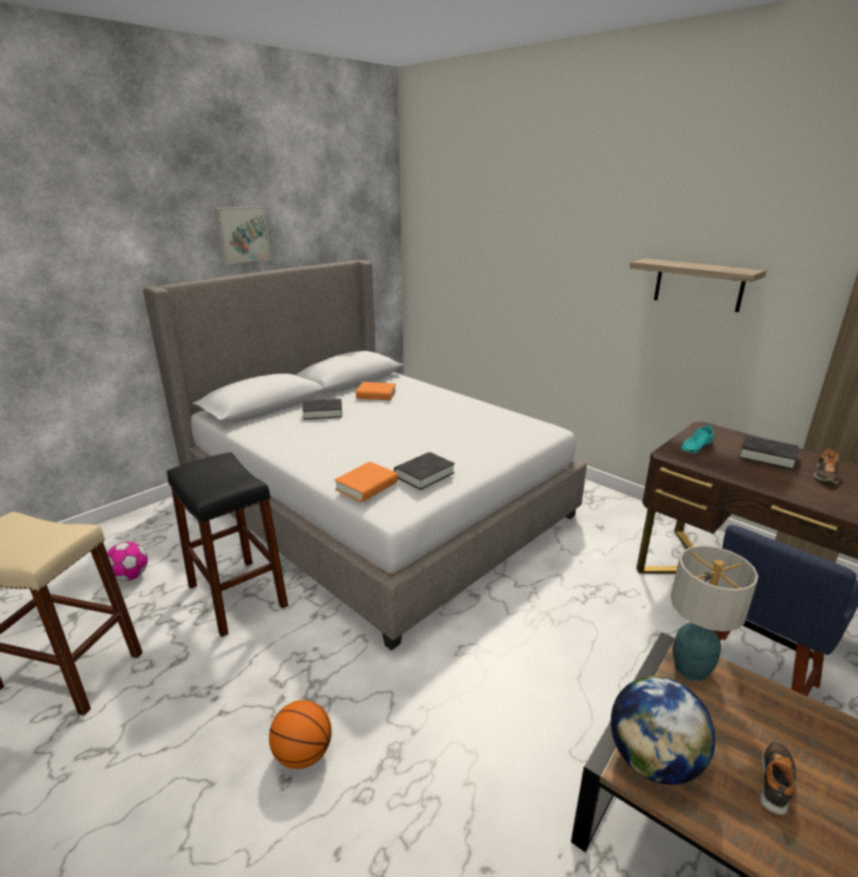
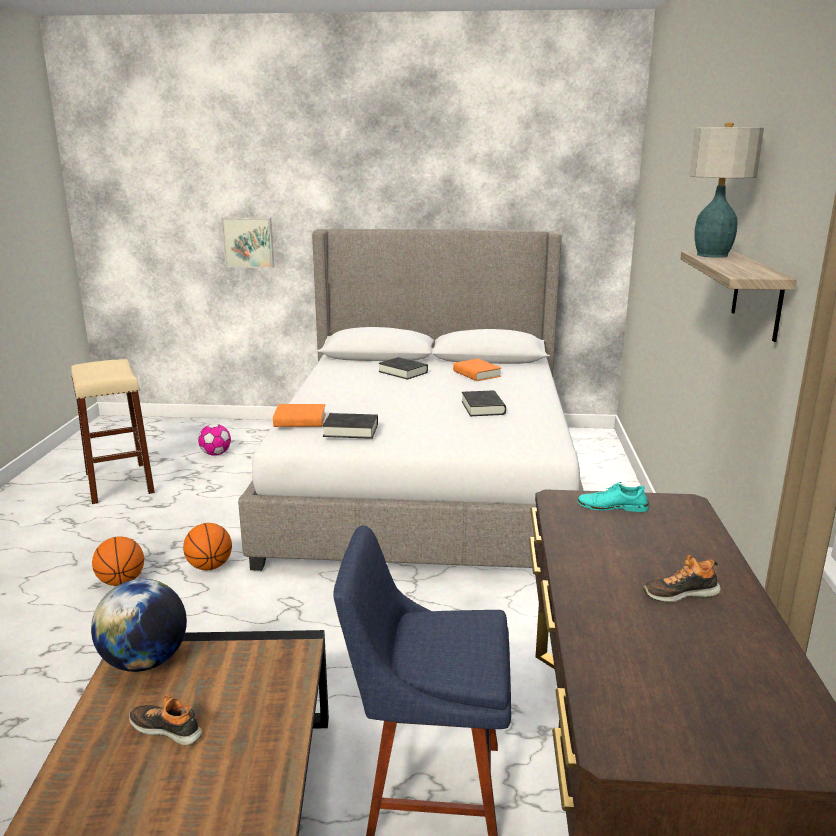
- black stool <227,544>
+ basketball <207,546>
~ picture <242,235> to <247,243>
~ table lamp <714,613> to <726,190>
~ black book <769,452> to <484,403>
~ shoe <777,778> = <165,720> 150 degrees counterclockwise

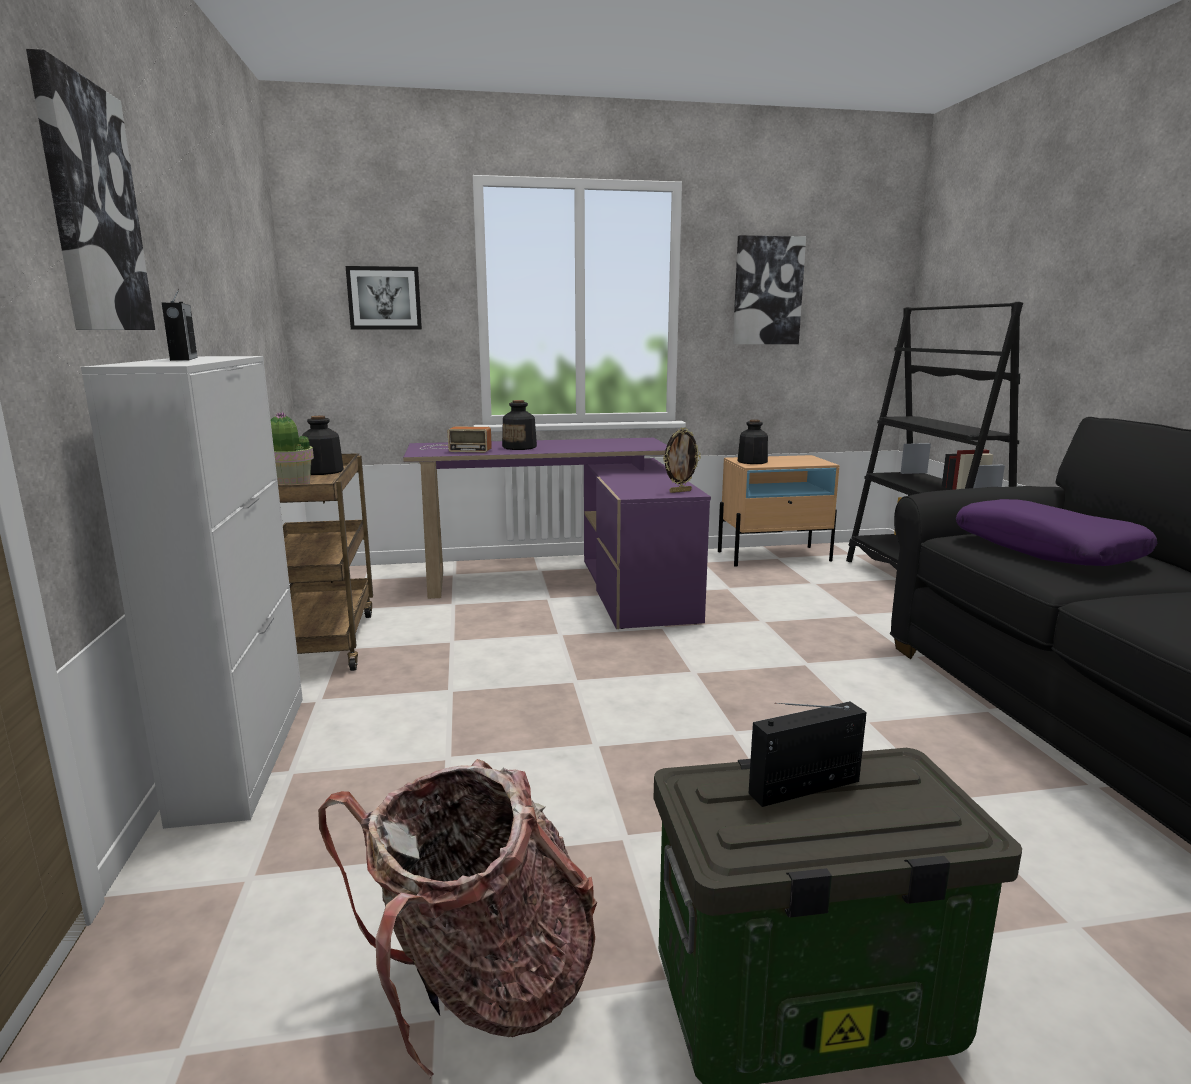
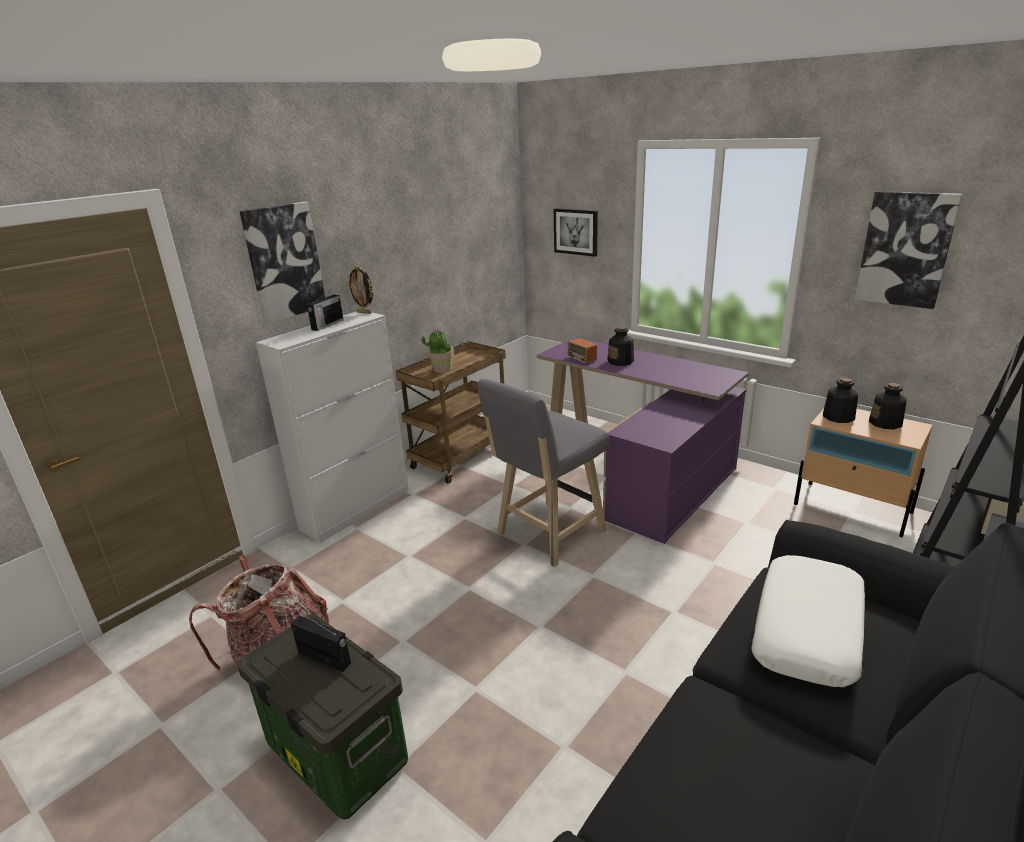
+ grey stool <543,473>
~ bottle <323,445> to <888,406>
~ picture frame <682,460> to <360,290>
~ purple pillow <1056,532> to white pillow <808,621>

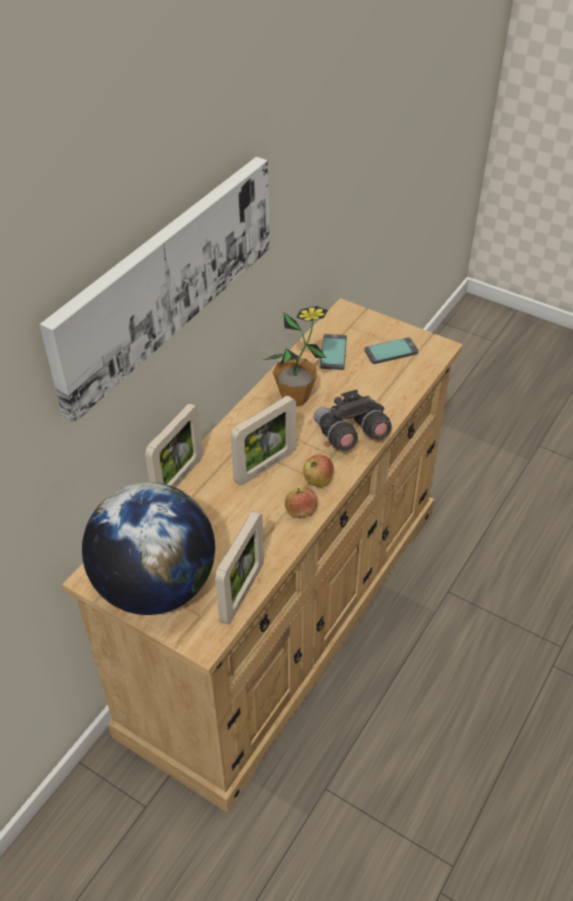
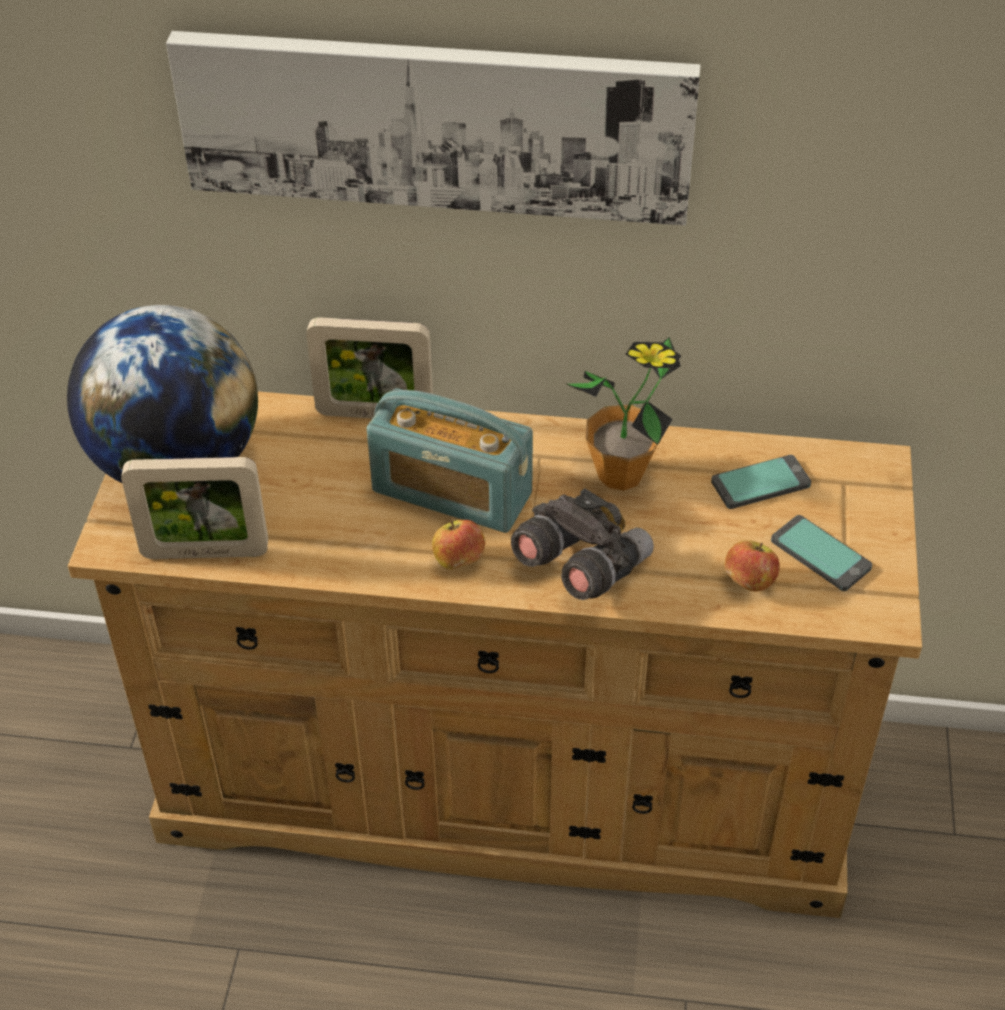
~ apple <301,503> to <752,566>
~ picture frame <263,441> to radio <450,460>

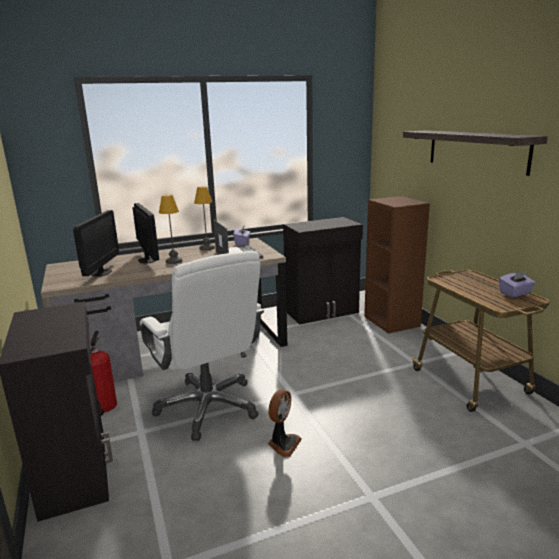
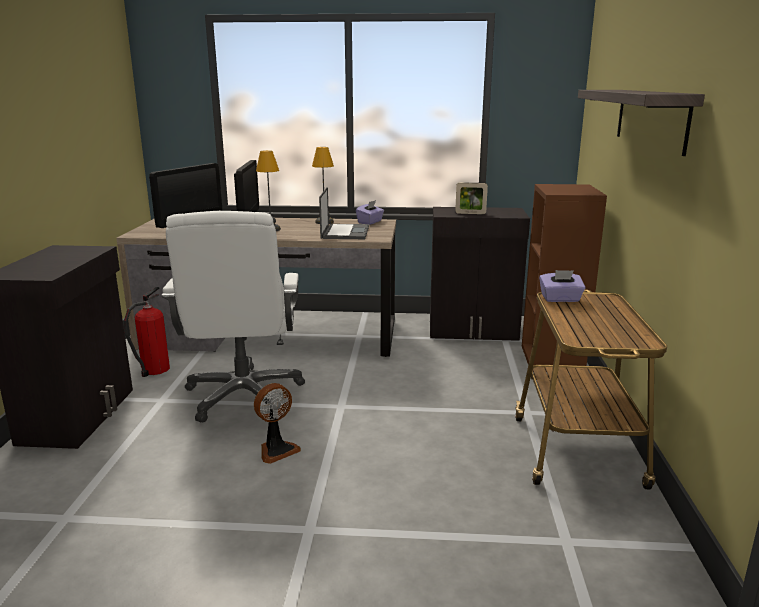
+ picture frame <471,198>
~ purple tissue box <517,284> to <562,286>

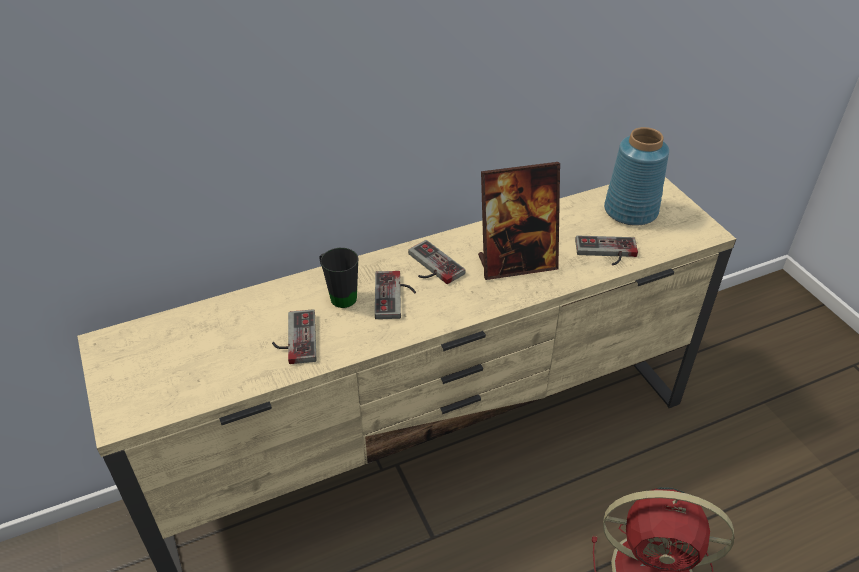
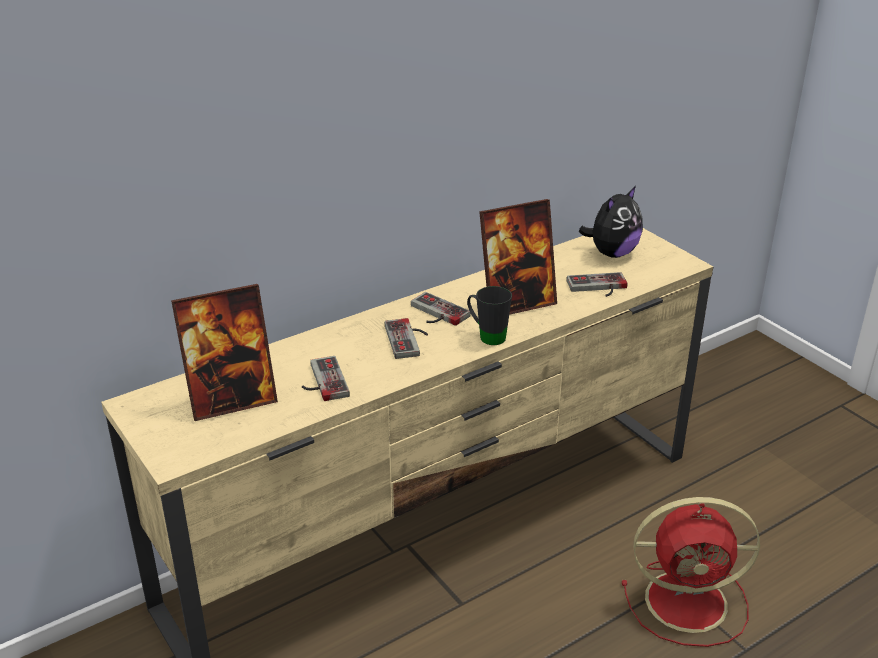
+ picture frame <224,352>
~ black mug <338,278> to <489,315>
~ blue vase <636,176> to plush toy <611,222>

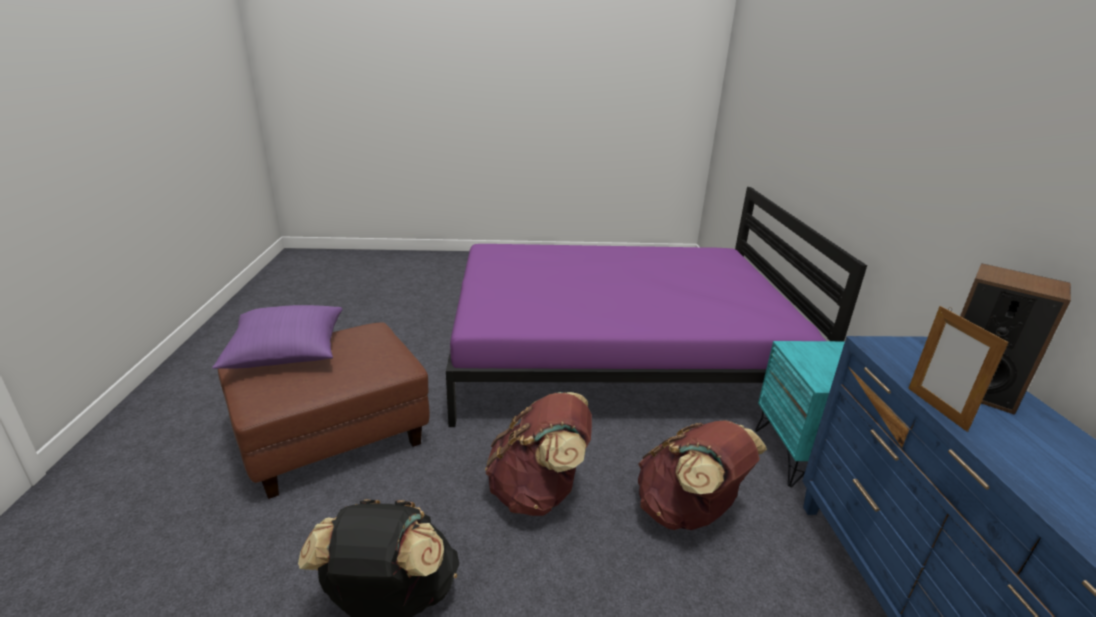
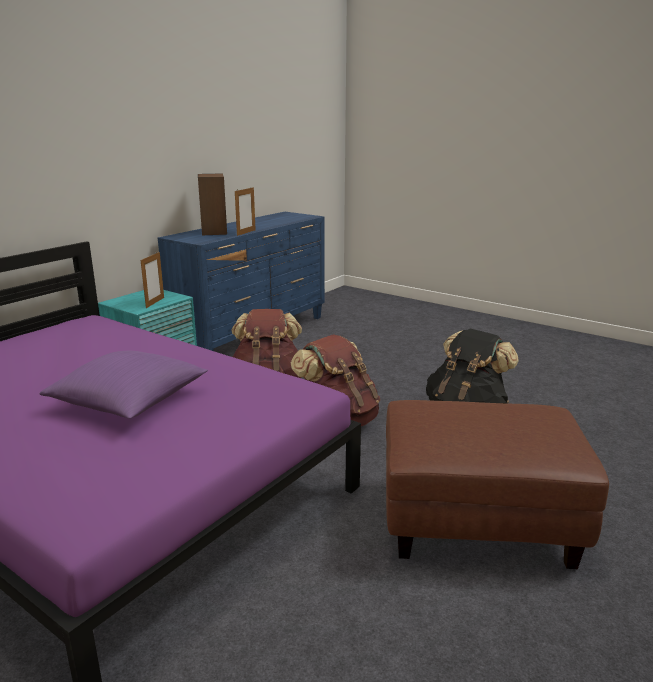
+ picture frame <152,279>
~ purple pillow <277,337> to <124,385>

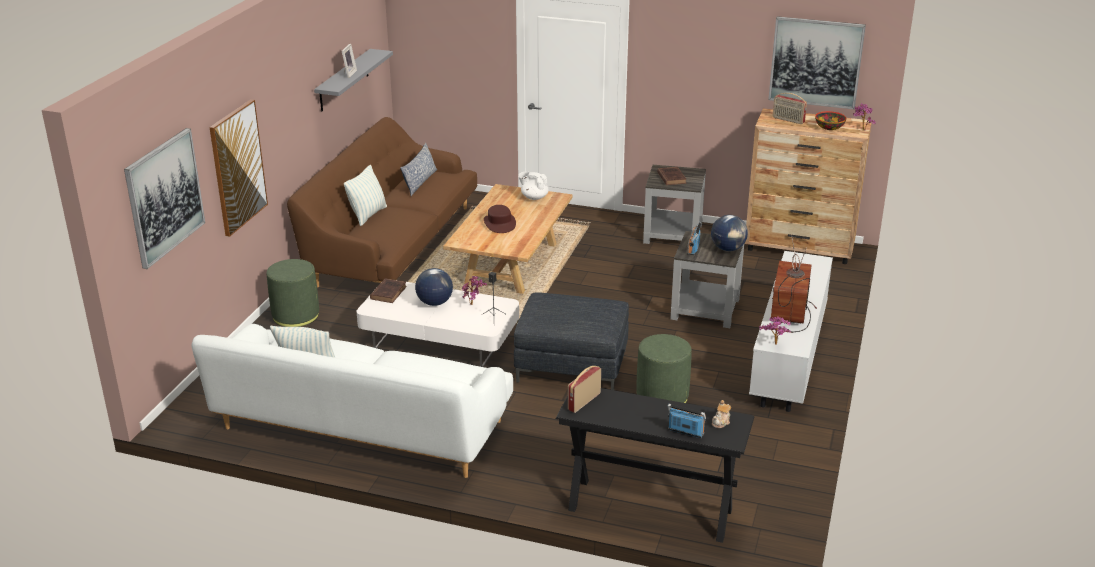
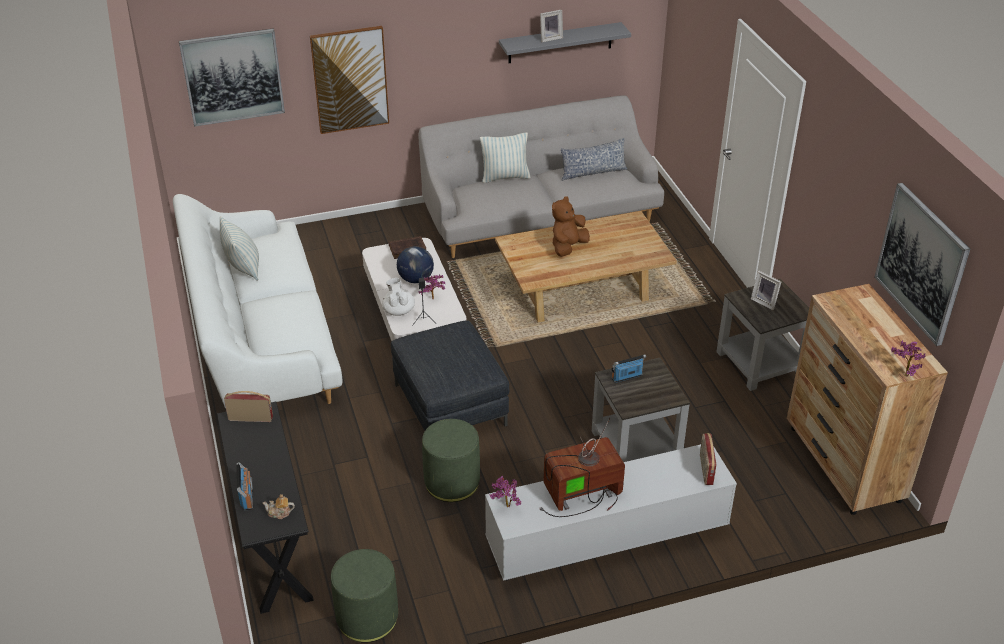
- globe <729,233>
- bowl <830,120>
~ green ottoman <293,293> to <364,596>
~ white teapot <533,185> to <398,297>
~ radio <789,108> to <708,459>
~ brown hat <500,219> to brown plush toy <571,227>
~ brown book <671,176> to picture frame <766,290>
~ brown sofa <382,202> to grey sofa <541,176>

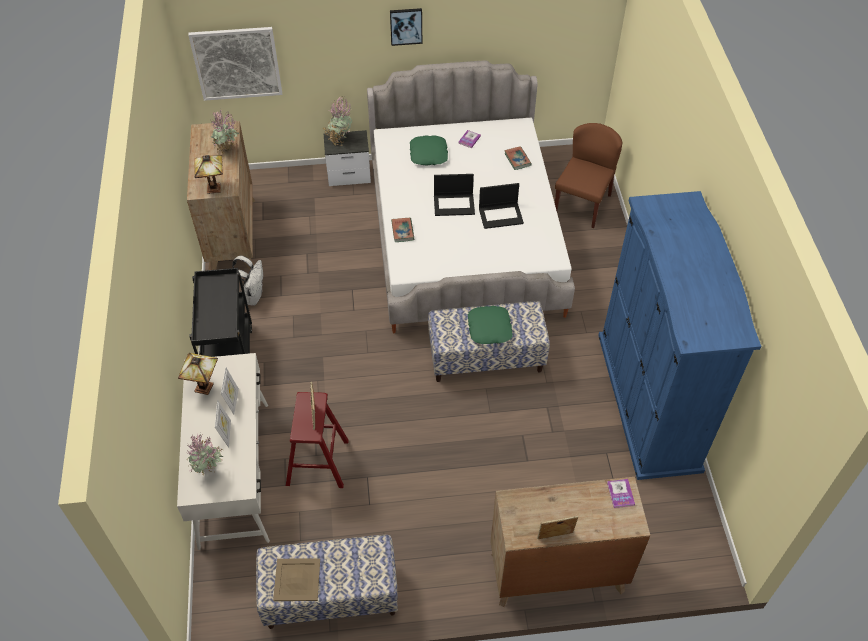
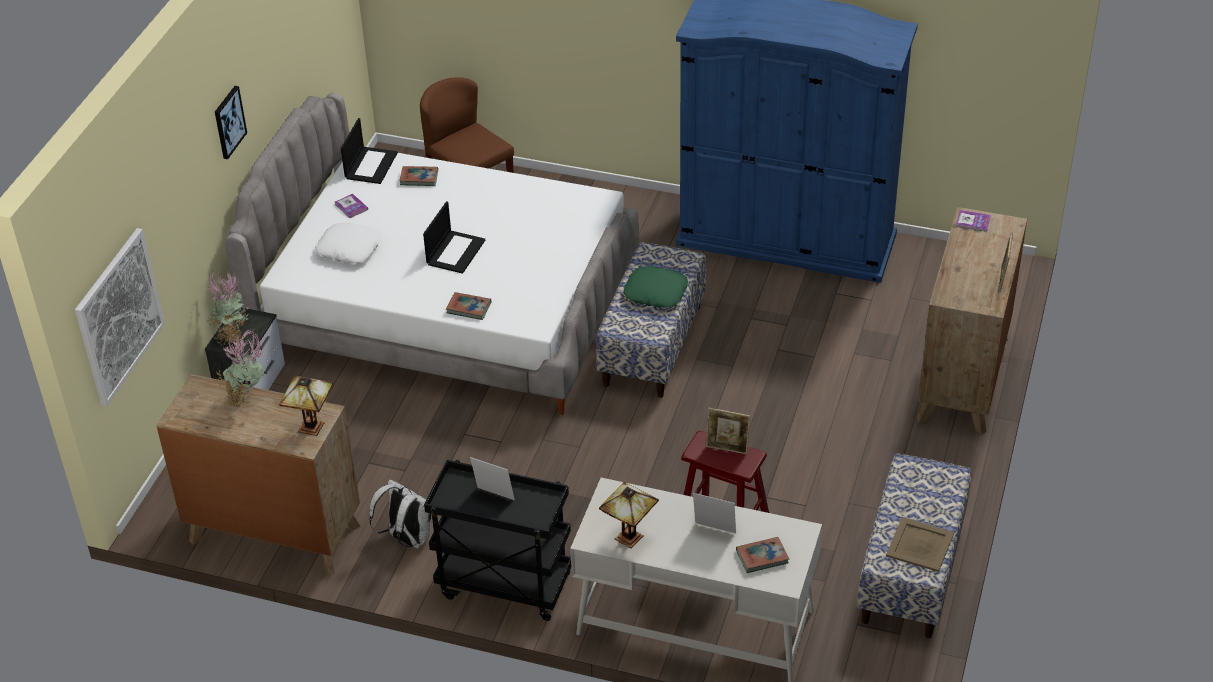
~ picture frame <230,391> to <492,478>
~ laptop <501,206> to <369,151>
~ potted plant <204,454> to book <762,555>
~ green pillow <429,150> to white pillow <348,243>

